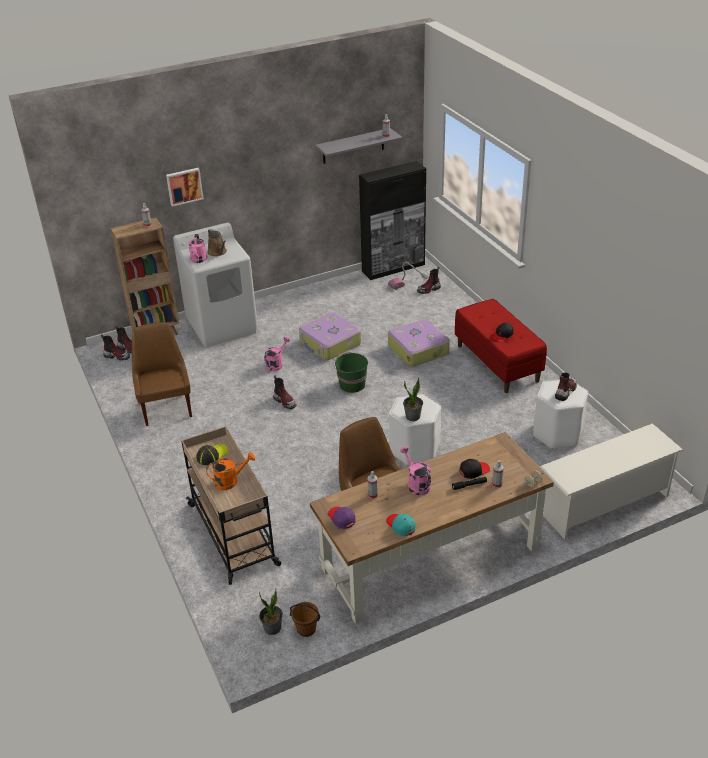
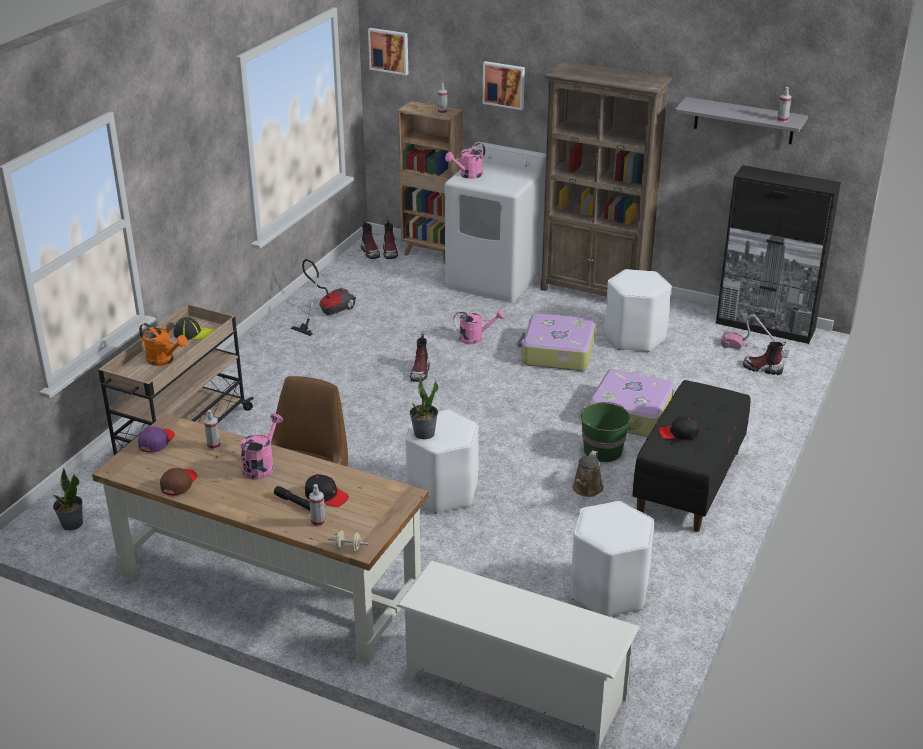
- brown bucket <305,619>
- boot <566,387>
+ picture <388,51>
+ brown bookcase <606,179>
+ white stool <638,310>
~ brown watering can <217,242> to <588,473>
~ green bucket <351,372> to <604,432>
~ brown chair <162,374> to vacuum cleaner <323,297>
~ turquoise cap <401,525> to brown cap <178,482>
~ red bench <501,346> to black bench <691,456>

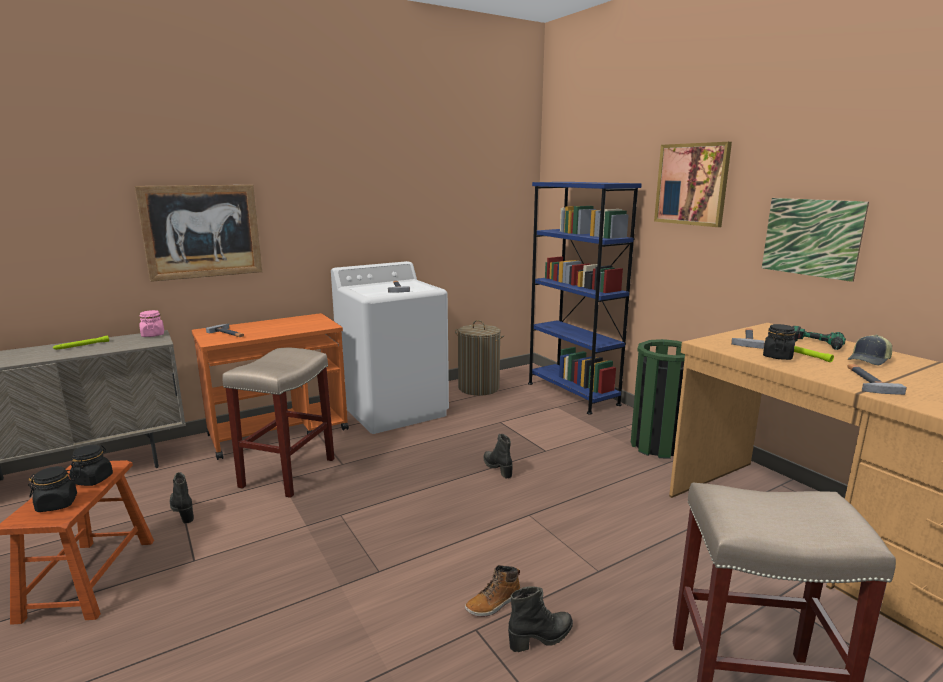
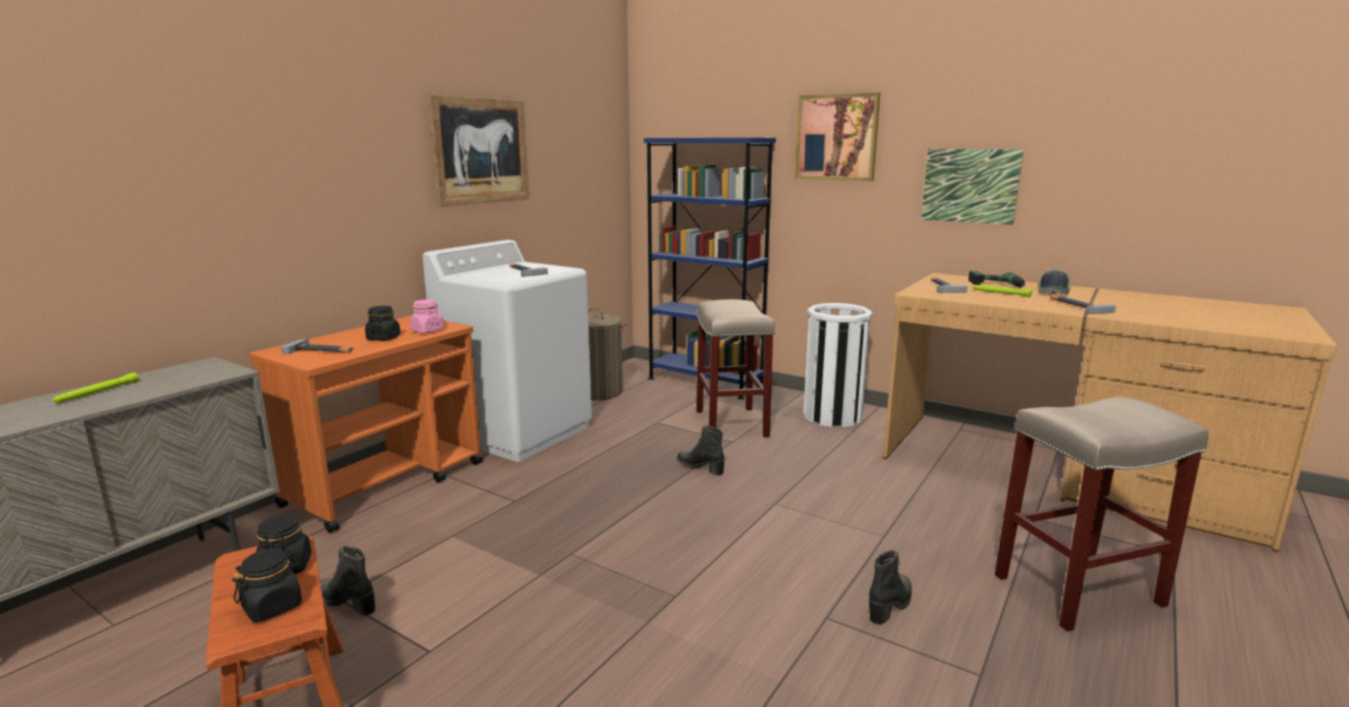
- boot <493,591>
~ picture <198,233> to <478,150>
~ pink jar <151,323> to <427,316>
~ beige stool <278,423> to <735,368>
~ black jar <779,342> to <382,323>
~ green trash can <658,399> to white trash can <838,365>

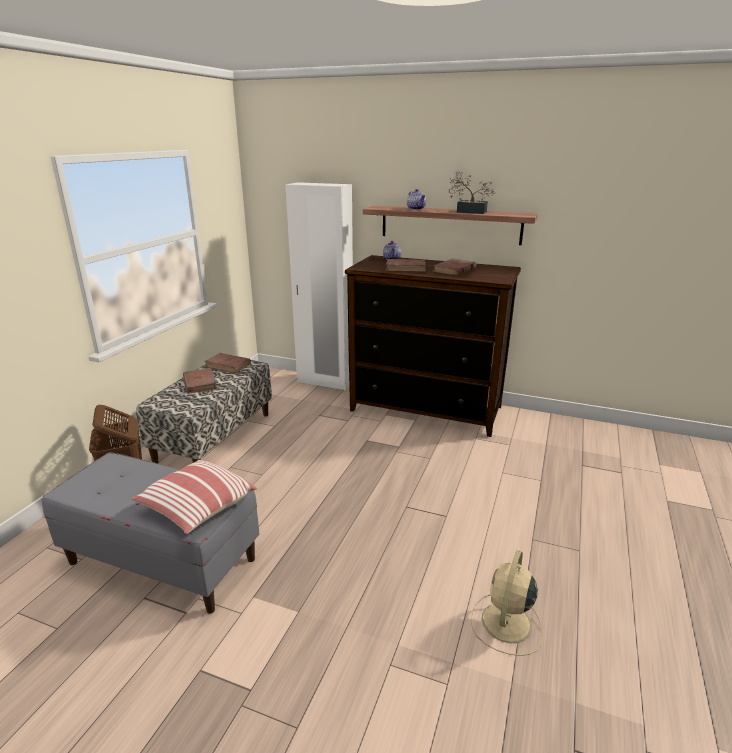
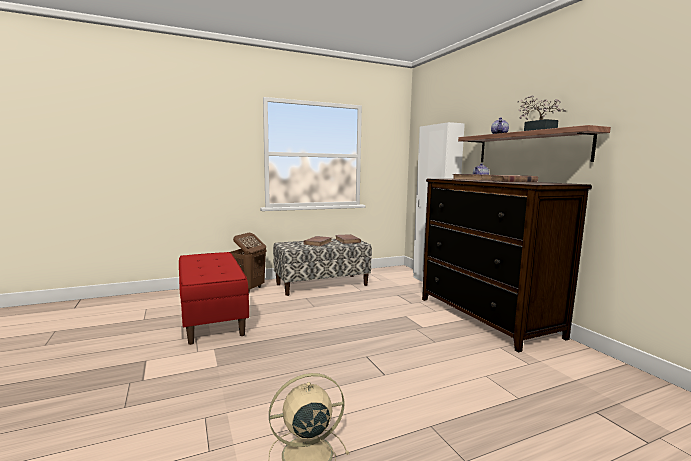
- pillow <194,497>
~ grey bench <150,533> to red bench <214,298>

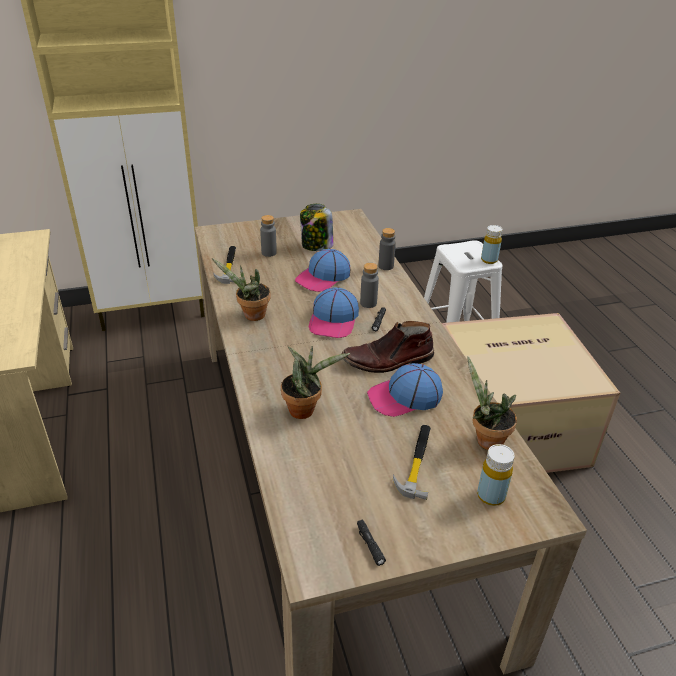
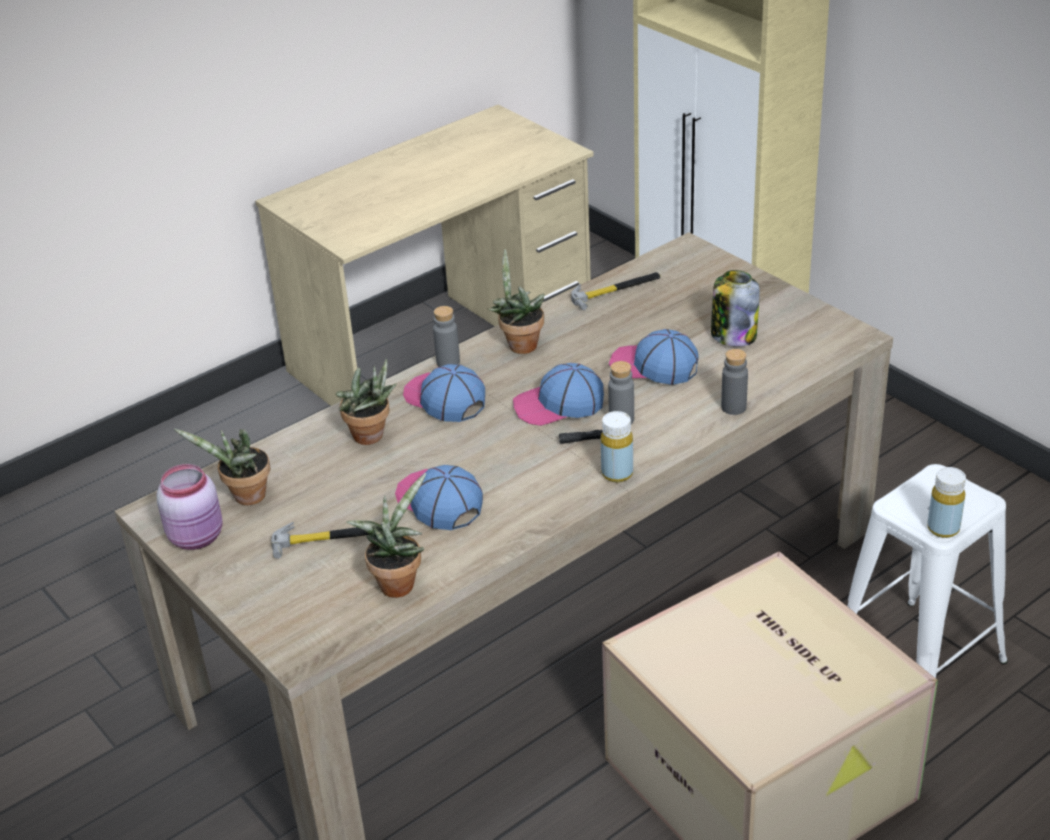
- brown boot <387,347>
+ potted plant <222,467>
+ cap <444,393>
~ grey bottle <268,236> to <446,336>
~ yellow bottle <496,475> to <617,446>
~ black flashlight <371,543> to pink jar <189,507>

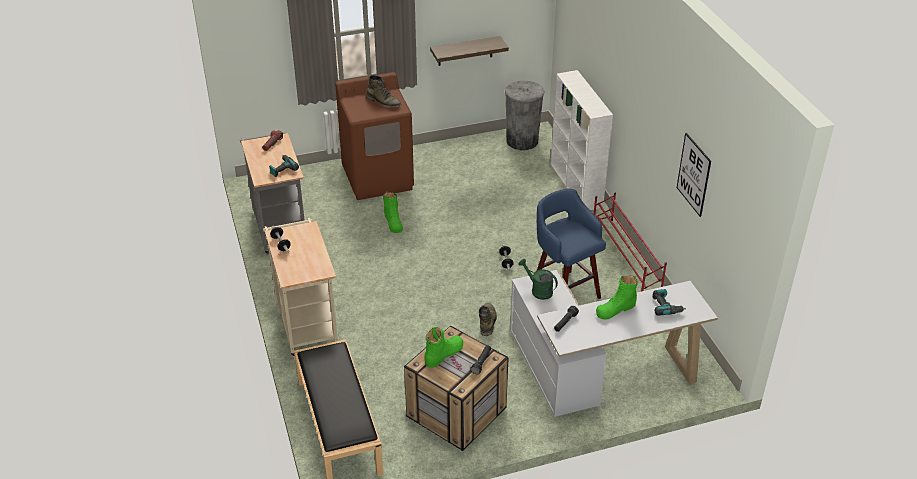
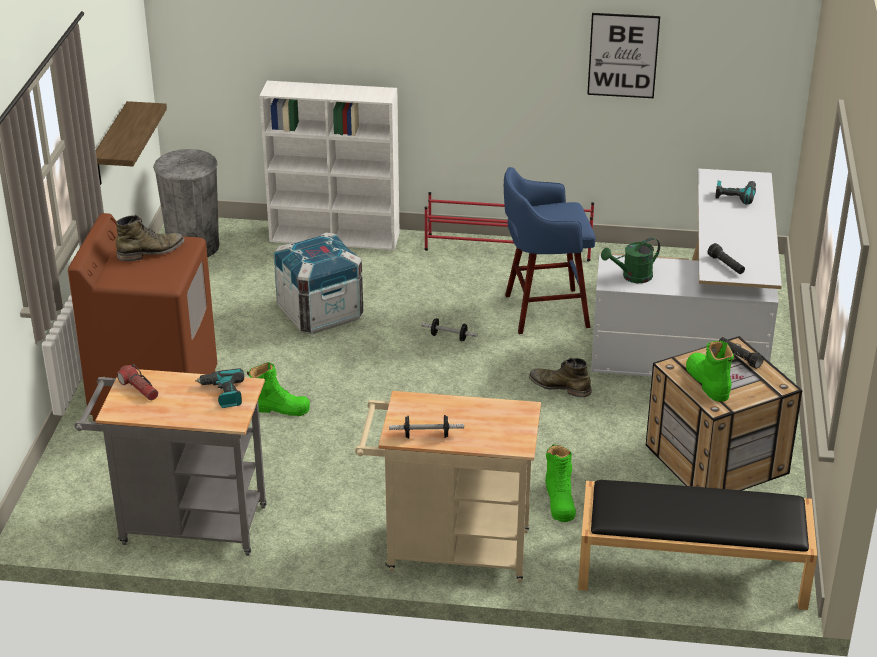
+ crate <318,283>
~ green boot <617,298> to <560,483>

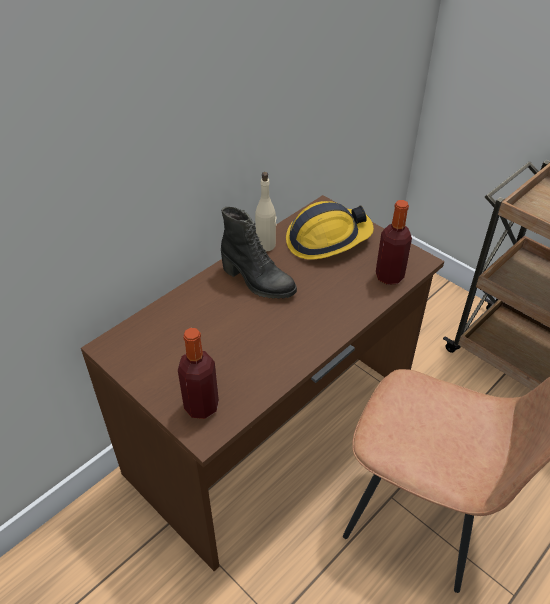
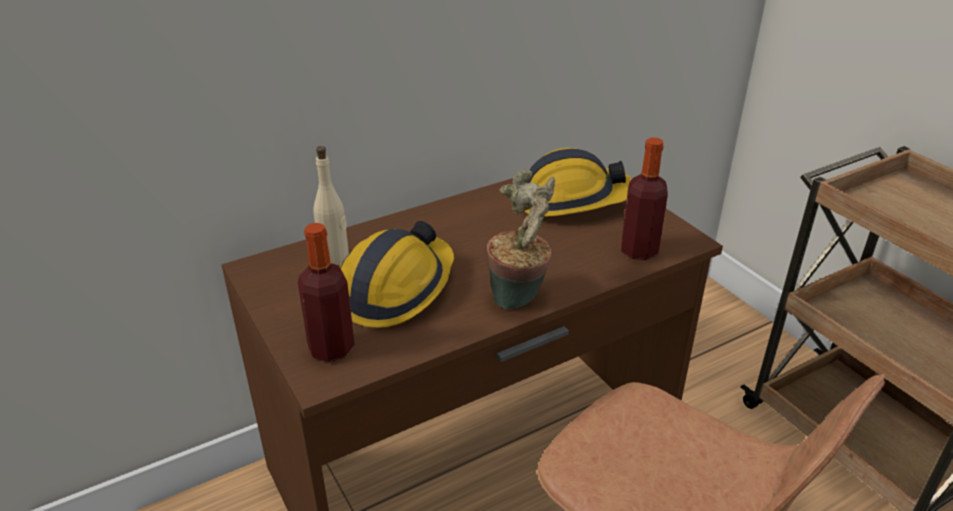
- black boot <259,253>
+ hard hat <396,274>
+ potted plant <521,239>
~ beige bottle <265,211> to <331,205>

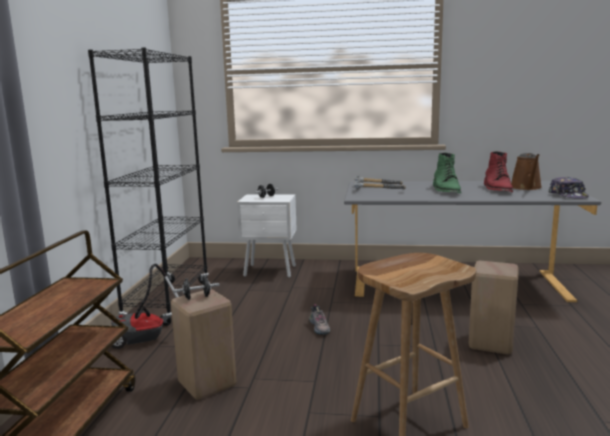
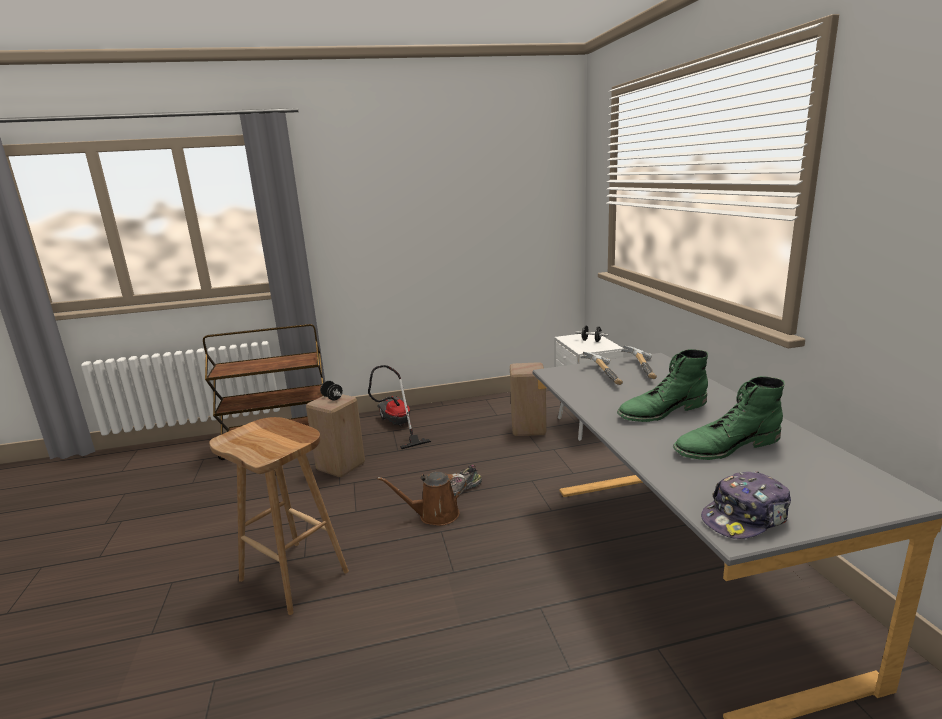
- black bookcase <148,186>
~ beige stool <493,308> to <528,399>
~ brown watering can <526,171> to <422,499>
~ red boot <498,171> to green boot <729,418>

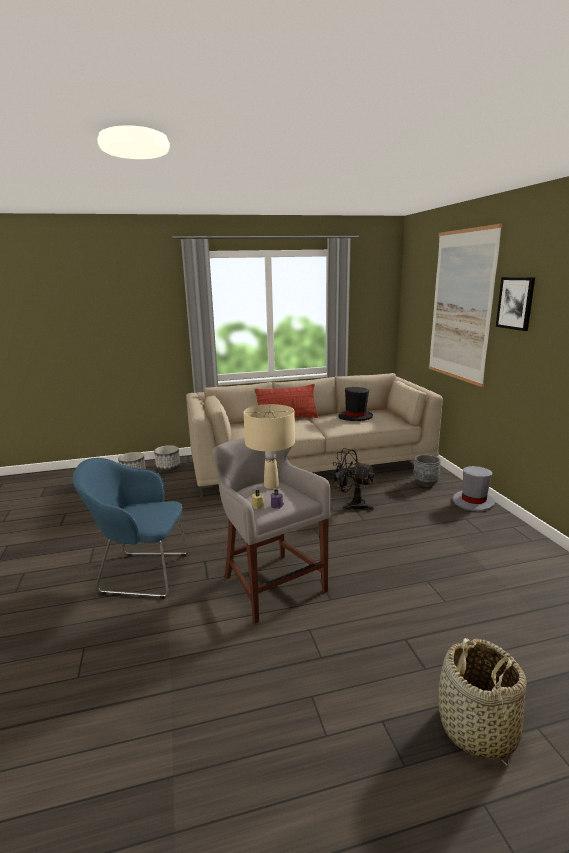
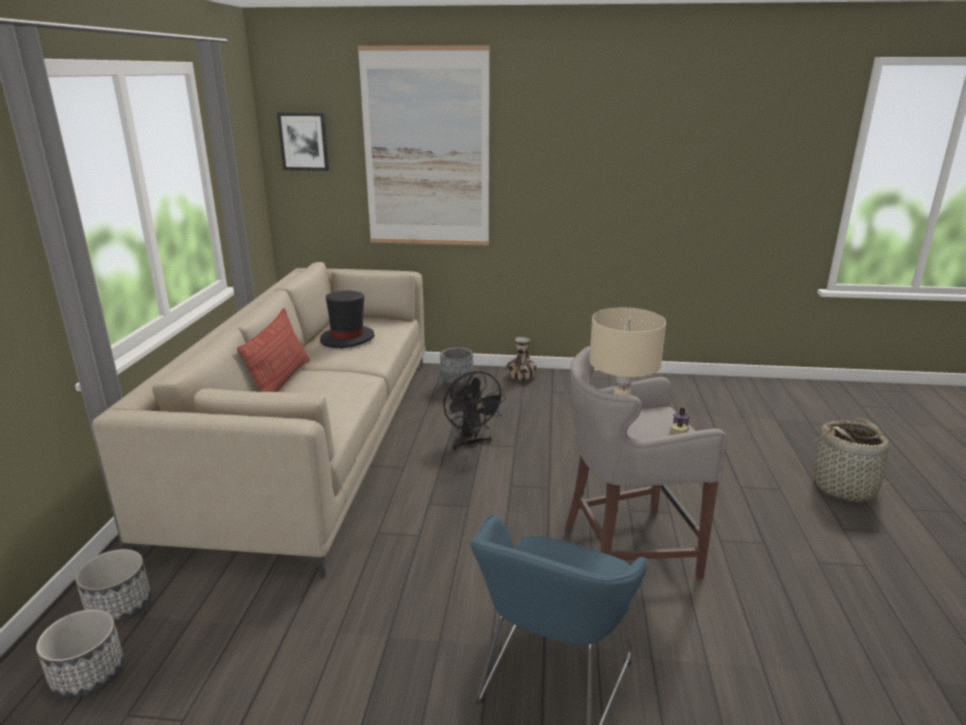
~ picture <515,304> to <303,142>
~ grey hat <474,489> to vase <521,358>
~ black fan <352,479> = <475,410> 75 degrees counterclockwise

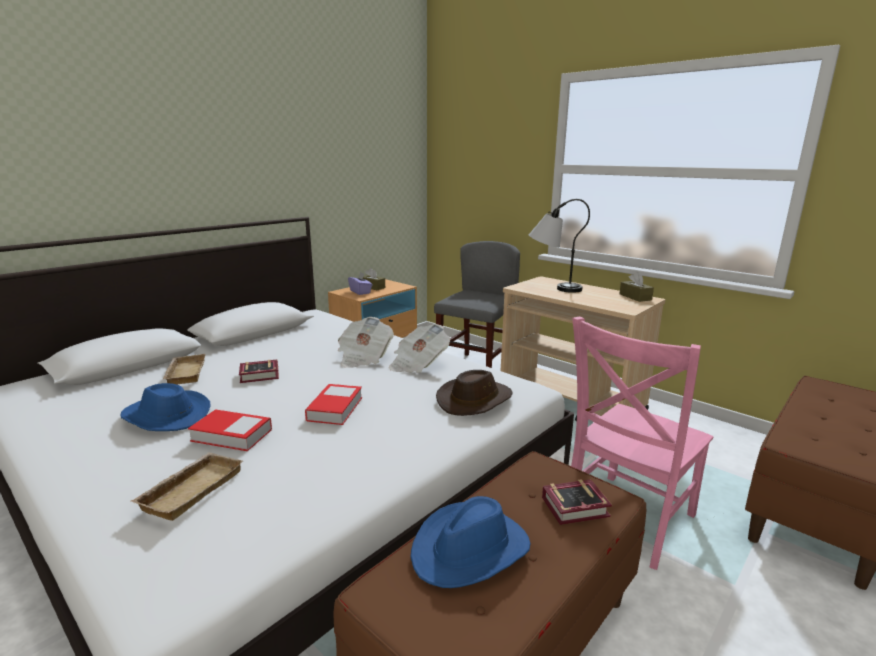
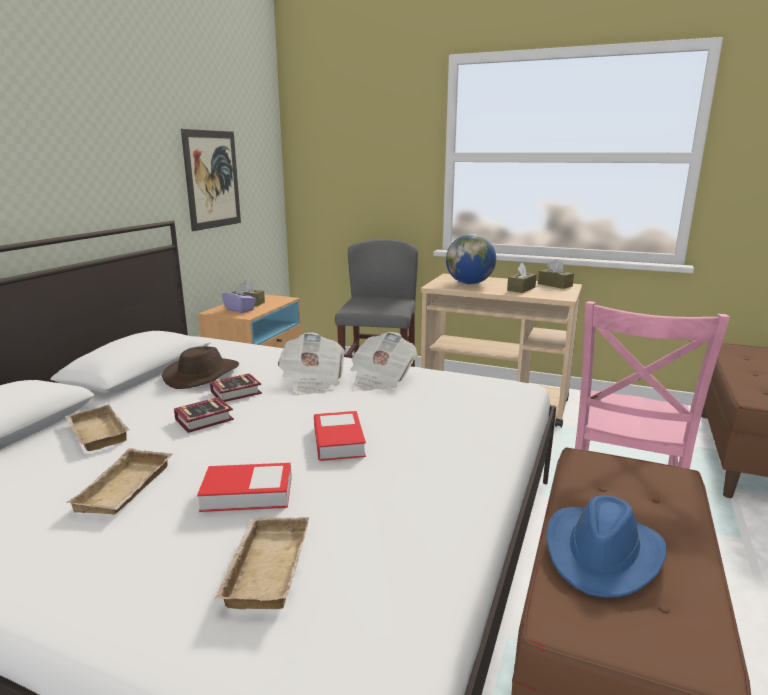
+ picture <211,180>
+ brown tissue box <522,277>
~ brown hat <474,393> to <200,367>
~ book <577,502> to <236,387>
~ blue hat <166,407> to beige tray <119,481>
~ table lamp <559,246> to globe <471,259>

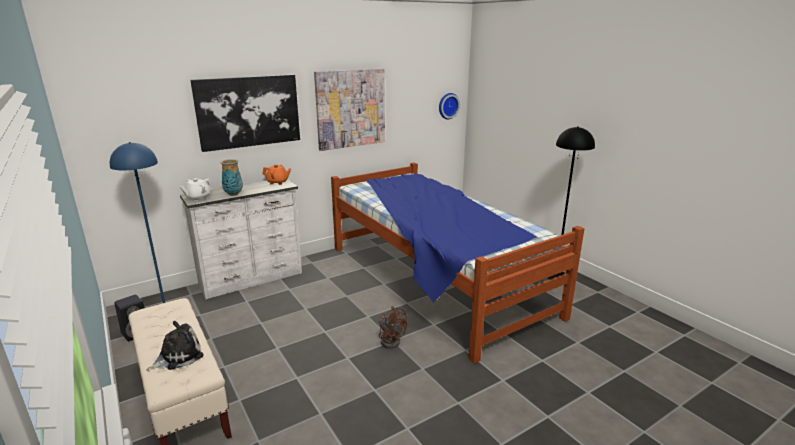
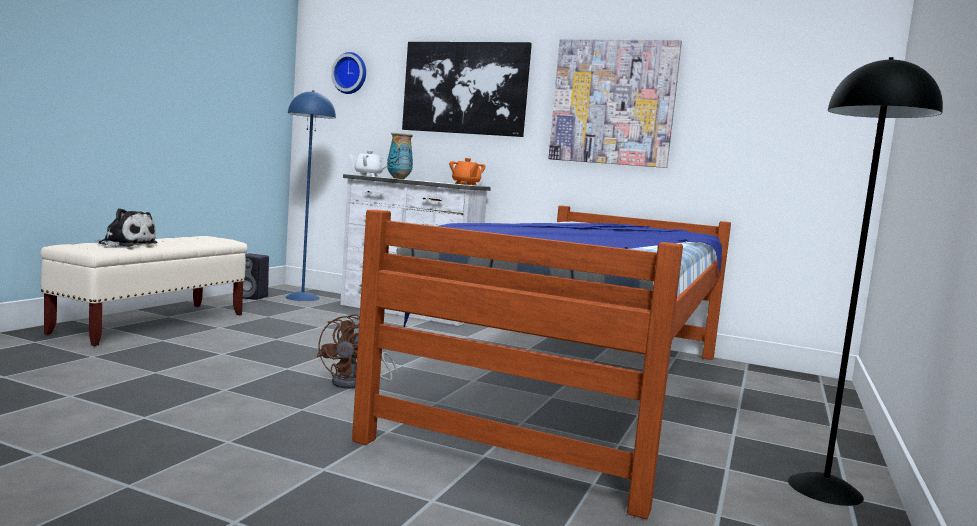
~ wall clock <449,106> to <348,73>

